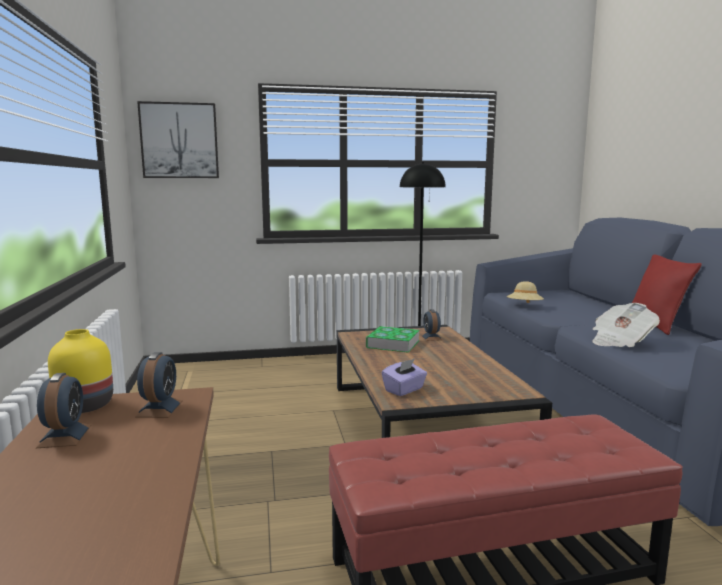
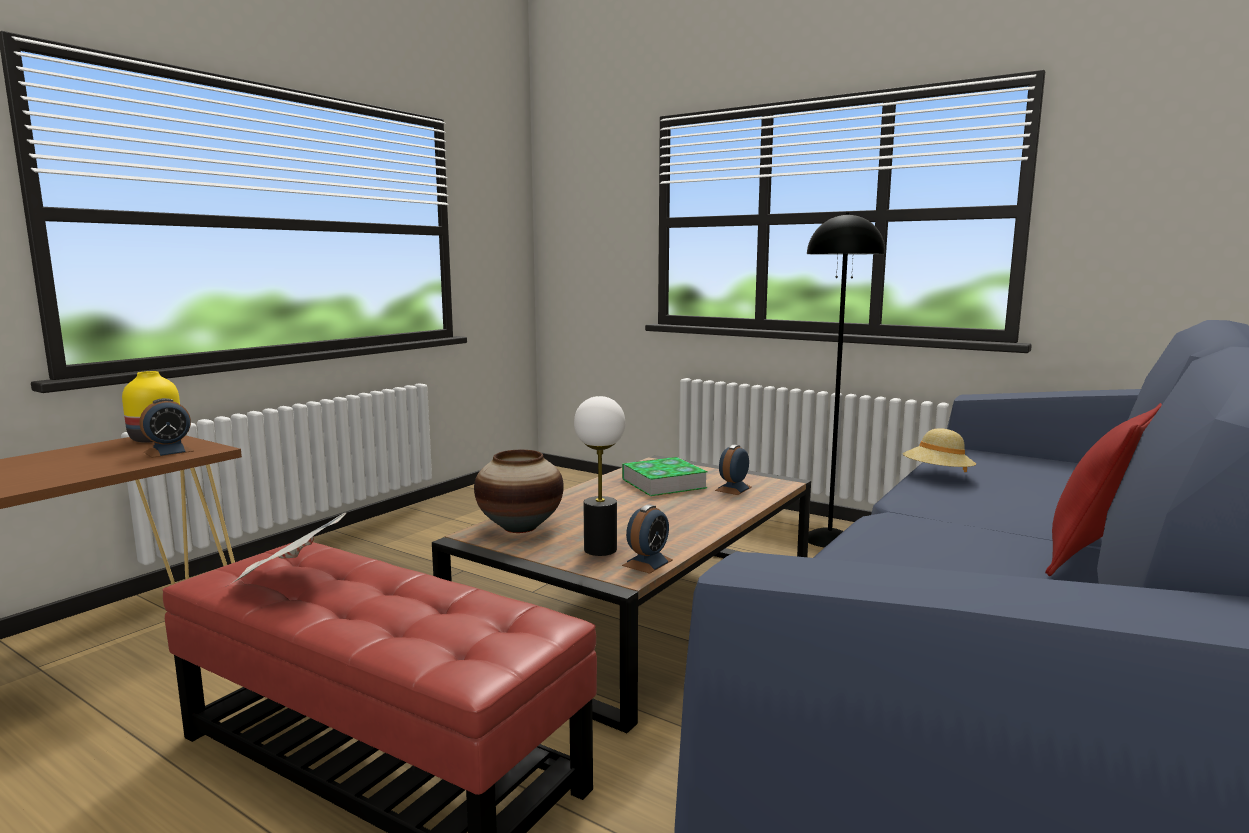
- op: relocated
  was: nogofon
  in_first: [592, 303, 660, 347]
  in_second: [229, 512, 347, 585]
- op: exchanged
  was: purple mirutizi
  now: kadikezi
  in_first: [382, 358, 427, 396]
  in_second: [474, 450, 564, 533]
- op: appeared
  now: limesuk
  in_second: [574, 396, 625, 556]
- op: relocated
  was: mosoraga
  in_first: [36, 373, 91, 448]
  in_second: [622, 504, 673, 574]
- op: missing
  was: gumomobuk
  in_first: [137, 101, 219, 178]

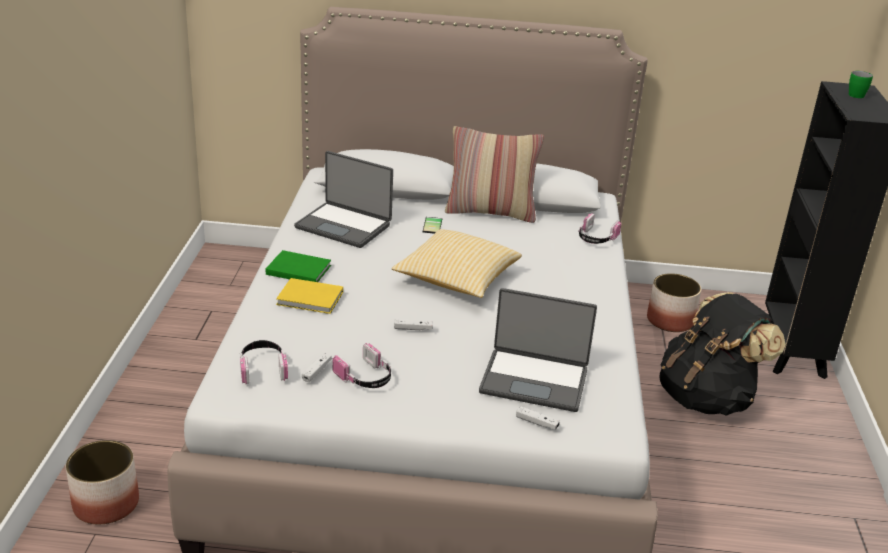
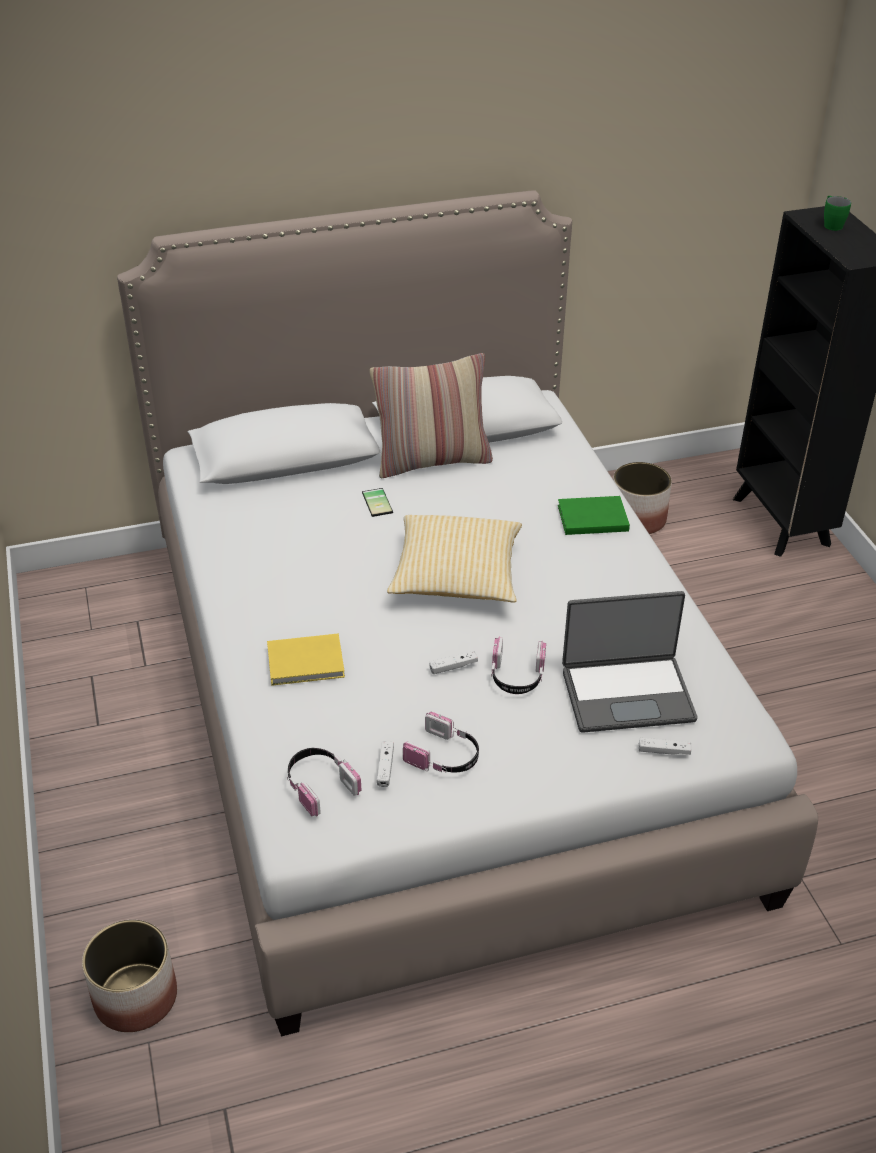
- op: relocated
  was: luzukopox
  in_first: [578, 213, 622, 244]
  in_second: [491, 637, 546, 694]
- op: relocated
  was: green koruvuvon
  in_first: [266, 250, 331, 282]
  in_second: [558, 496, 630, 535]
- op: missing
  was: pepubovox
  in_first: [294, 151, 393, 248]
- op: missing
  was: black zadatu
  in_first: [659, 292, 786, 416]

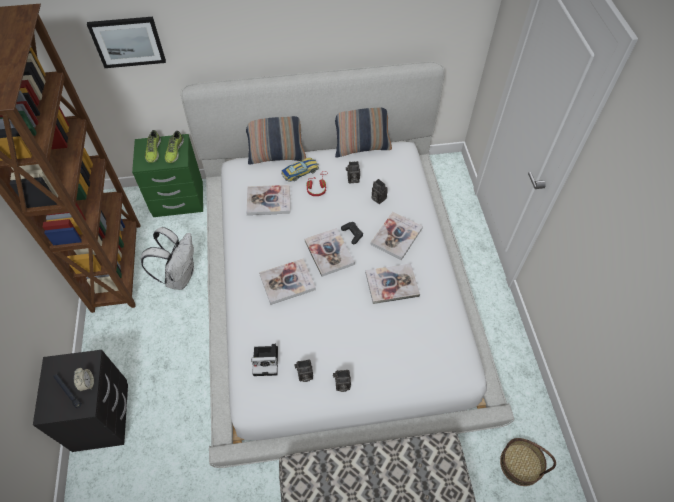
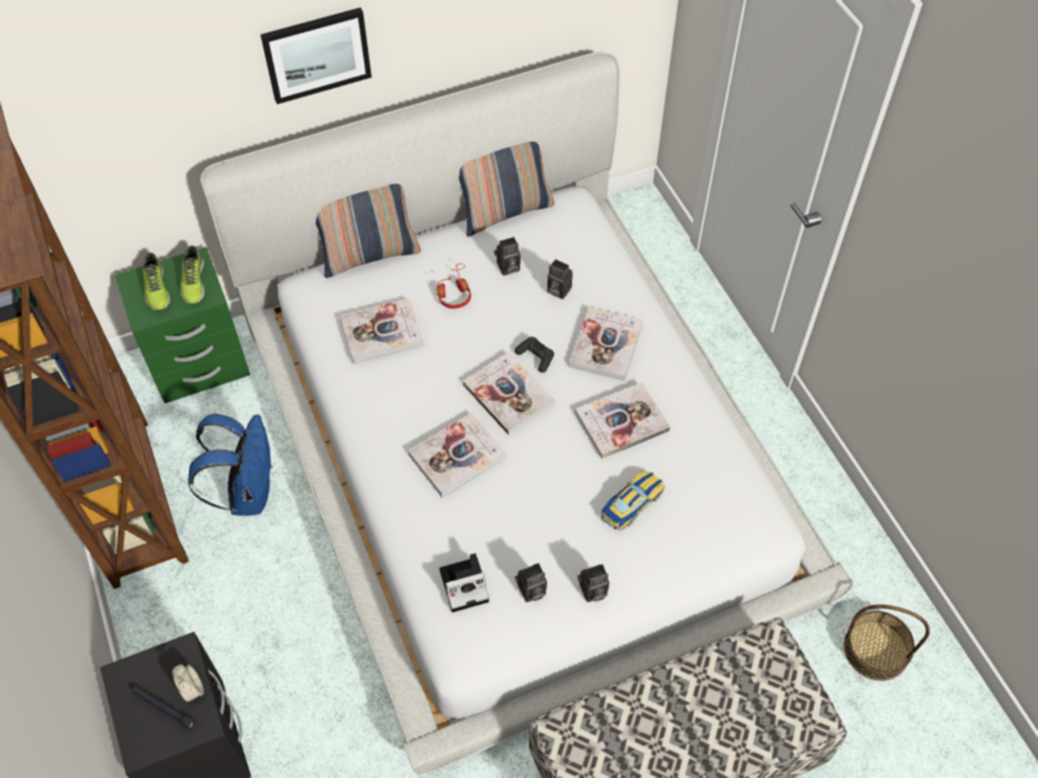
- op: colour
  was: white zadatu
  now: blue zadatu
  in_first: [141, 227, 194, 290]
  in_second: [188, 414, 273, 516]
- op: relocated
  was: gumomobuk
  in_first: [87, 17, 166, 68]
  in_second: [260, 7, 372, 104]
- op: relocated
  was: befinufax
  in_first: [281, 158, 319, 182]
  in_second: [600, 471, 665, 530]

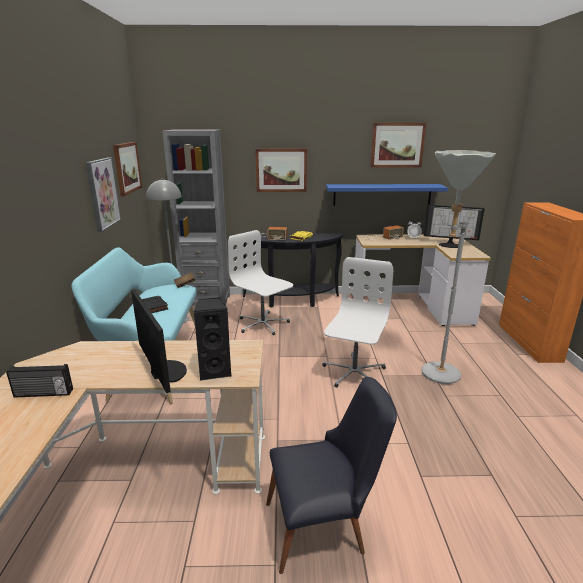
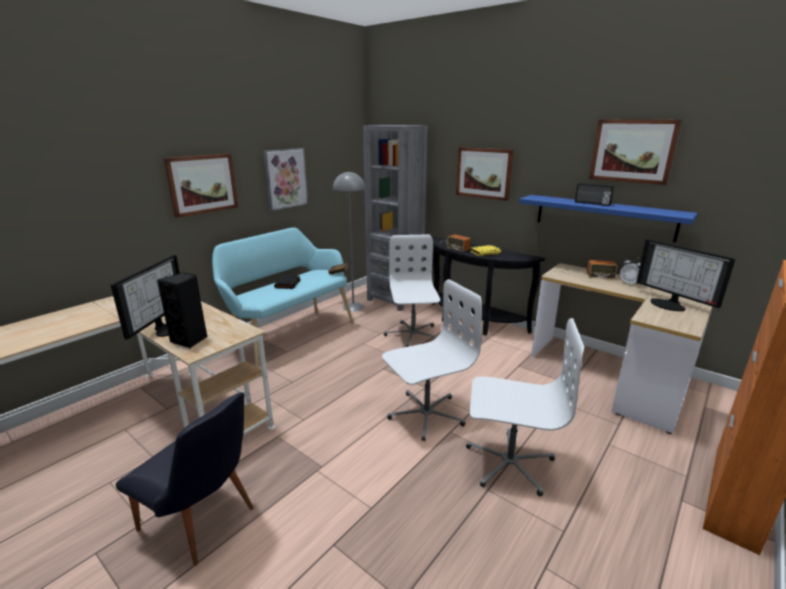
- op: relocated
  was: gumomobuk
  in_first: [113, 142, 142, 197]
  in_second: [164, 154, 238, 218]
- op: exchanged
  was: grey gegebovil
  now: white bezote
  in_first: [421, 150, 496, 384]
  in_second: [466, 318, 585, 496]
- op: relocated
  was: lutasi
  in_first: [6, 364, 73, 398]
  in_second: [575, 183, 614, 206]

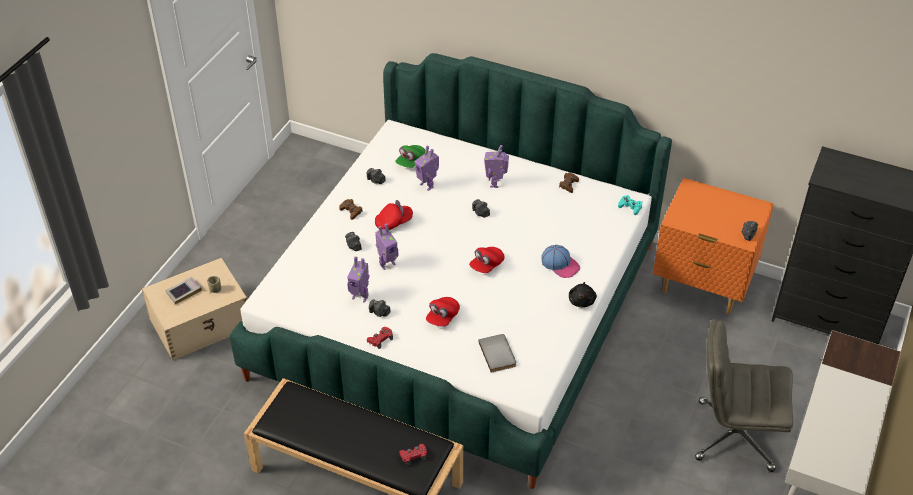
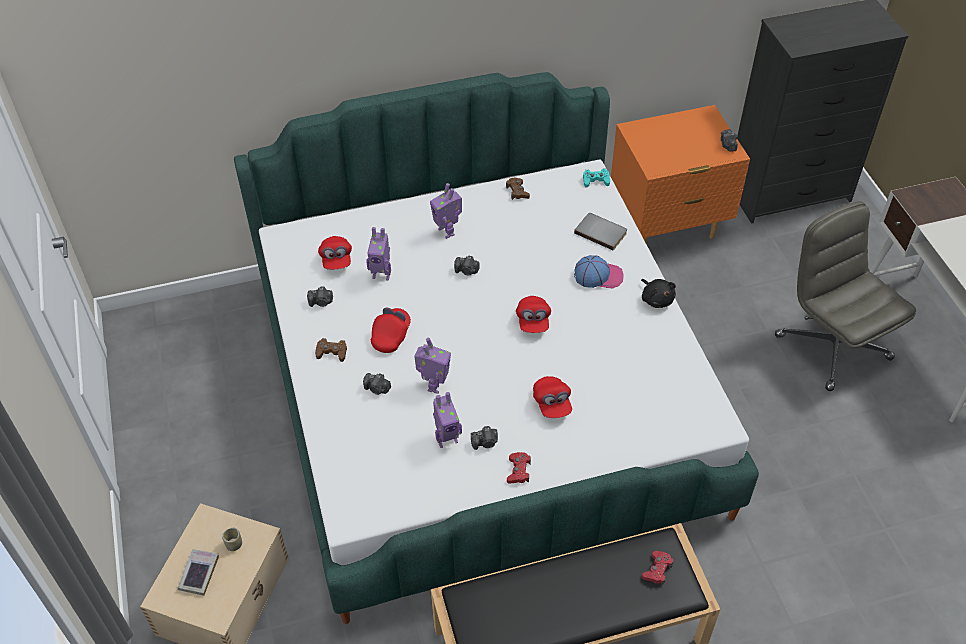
- op: colour
  was: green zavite
  now: red zavite
  in_first: [395, 145, 425, 168]
  in_second: [318, 236, 352, 270]
- op: relocated
  was: grey koruvuvon
  in_first: [478, 334, 516, 373]
  in_second: [574, 213, 627, 251]
- op: spun
  was: grey bezote
  in_first: [695, 319, 793, 472]
  in_second: [775, 201, 916, 391]
  clockwise: 90

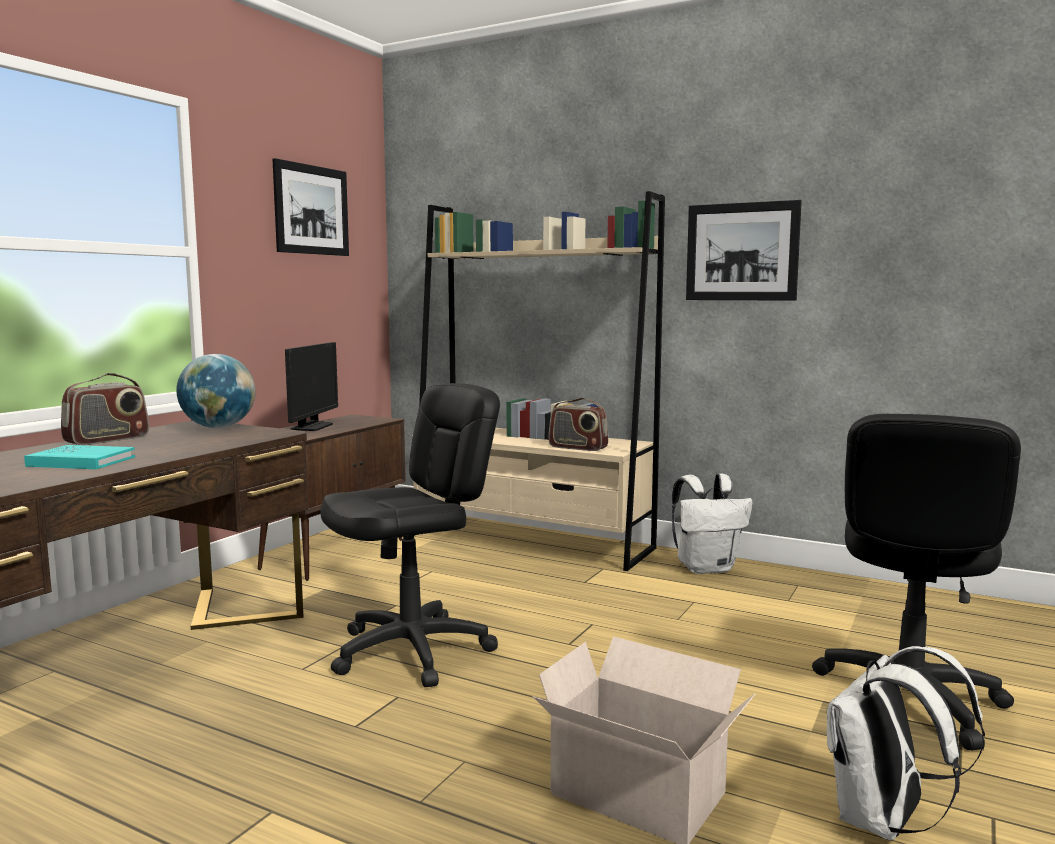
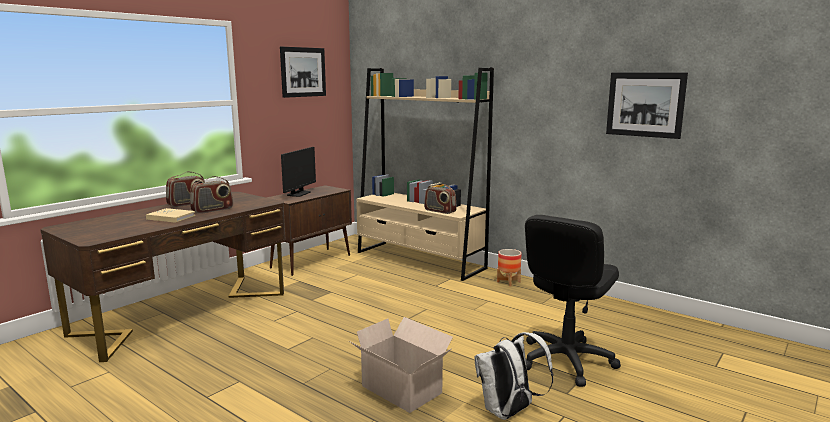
- op: colour
  was: turquoise koruvuvon
  now: beige koruvuvon
  in_first: [24, 445, 135, 469]
  in_second: [146, 208, 196, 223]
- op: appeared
  now: lutasi
  in_second: [190, 176, 233, 214]
- op: exchanged
  was: white zadatu
  now: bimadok
  in_first: [672, 473, 752, 574]
  in_second: [497, 249, 521, 287]
- op: relocated
  was: gumomobuk
  in_first: [686, 200, 802, 301]
  in_second: [606, 72, 688, 139]
- op: missing
  was: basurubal
  in_first: [176, 354, 256, 428]
- op: missing
  was: black bezote
  in_first: [320, 383, 500, 687]

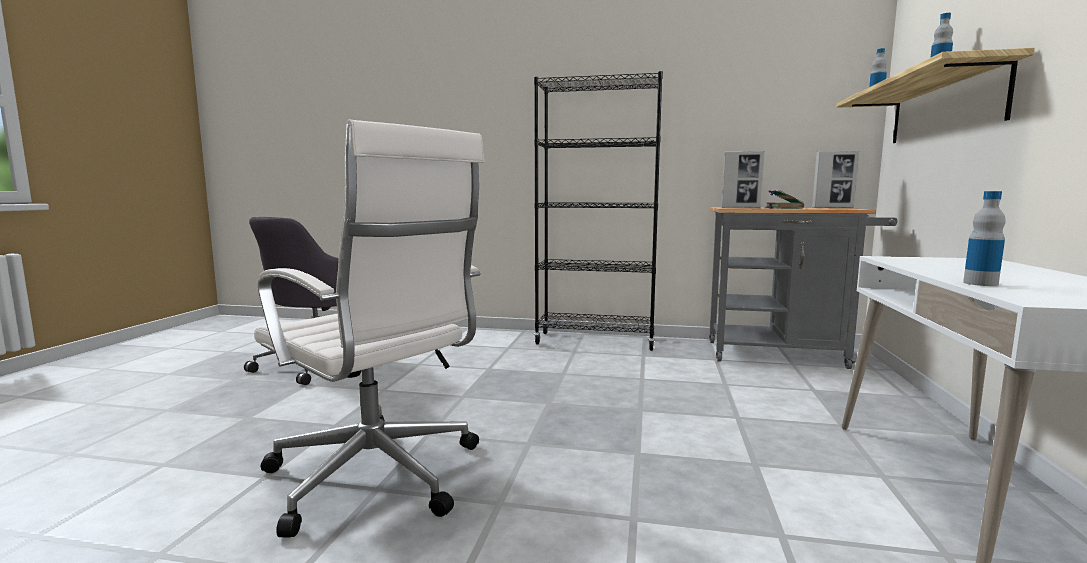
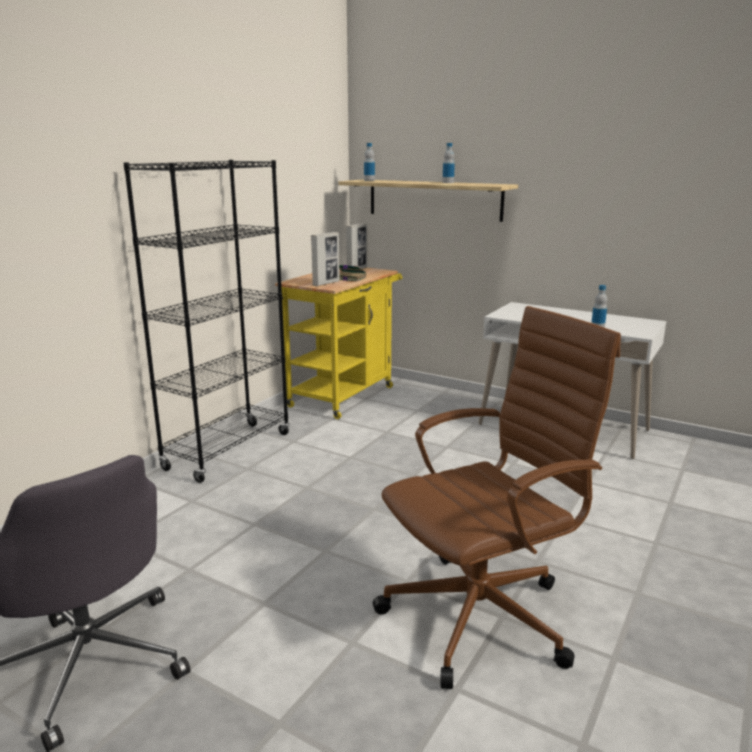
- op: colour
  was: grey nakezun
  now: yellow nakezun
  in_first: [709, 207, 898, 369]
  in_second: [275, 268, 402, 419]
- op: colour
  was: white bezote
  now: brown bezote
  in_first: [254, 119, 485, 538]
  in_second: [373, 306, 621, 689]

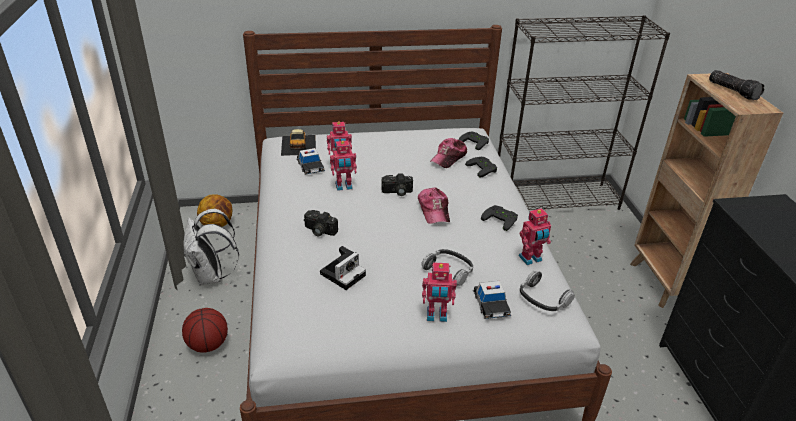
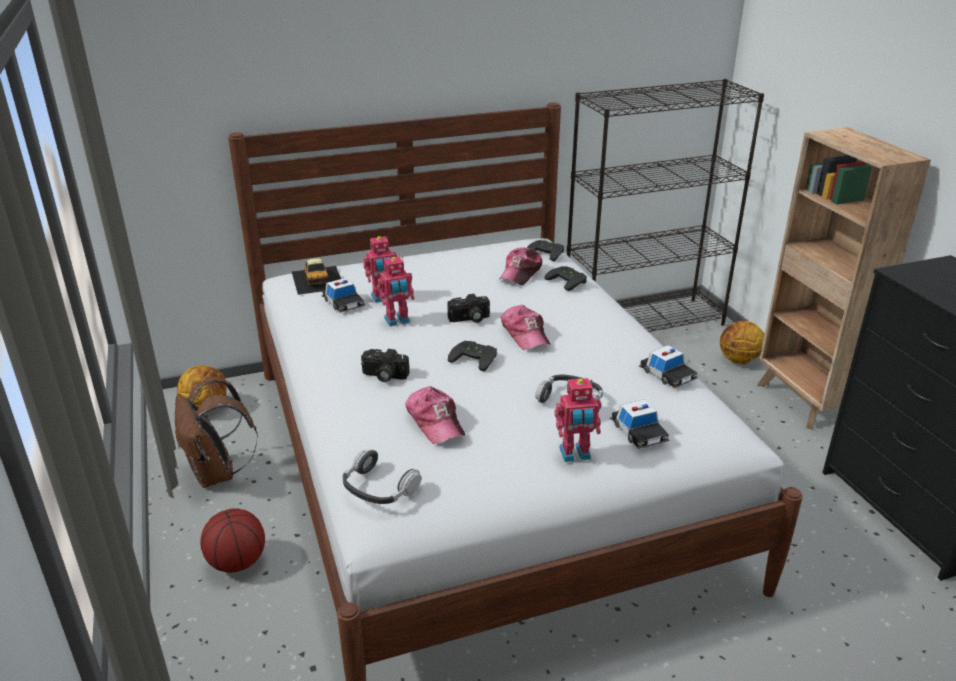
- op: colour
  was: white zadatu
  now: brown zadatu
  in_first: [183, 209, 239, 286]
  in_second: [175, 377, 258, 488]
- op: relocated
  was: luzukopox
  in_first: [520, 271, 575, 311]
  in_second: [343, 449, 421, 504]
- op: exchanged
  was: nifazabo
  now: zavite
  in_first: [320, 246, 366, 290]
  in_second: [406, 386, 465, 444]
- op: relocated
  was: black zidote
  in_first: [481, 205, 518, 231]
  in_second: [448, 341, 497, 371]
- op: exchanged
  was: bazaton
  now: befinufax
  in_first: [518, 208, 551, 265]
  in_second: [639, 345, 698, 388]
- op: appeared
  now: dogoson
  in_second: [720, 321, 764, 364]
- op: missing
  was: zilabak
  in_first: [709, 70, 764, 100]

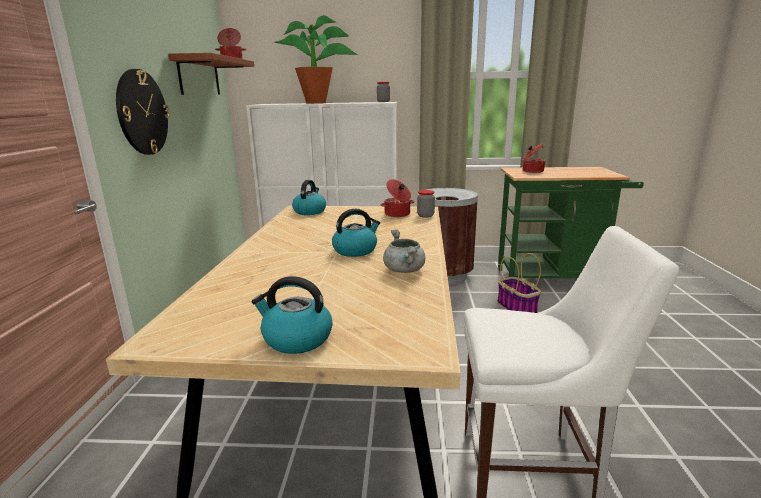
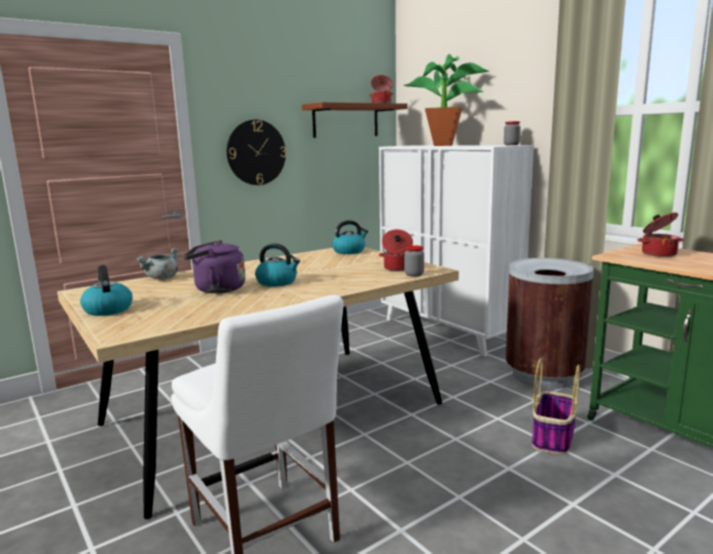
- op: relocated
  was: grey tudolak
  in_first: [383, 229, 425, 273]
  in_second: [136, 248, 179, 279]
- op: appeared
  now: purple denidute
  in_second: [184, 240, 245, 293]

